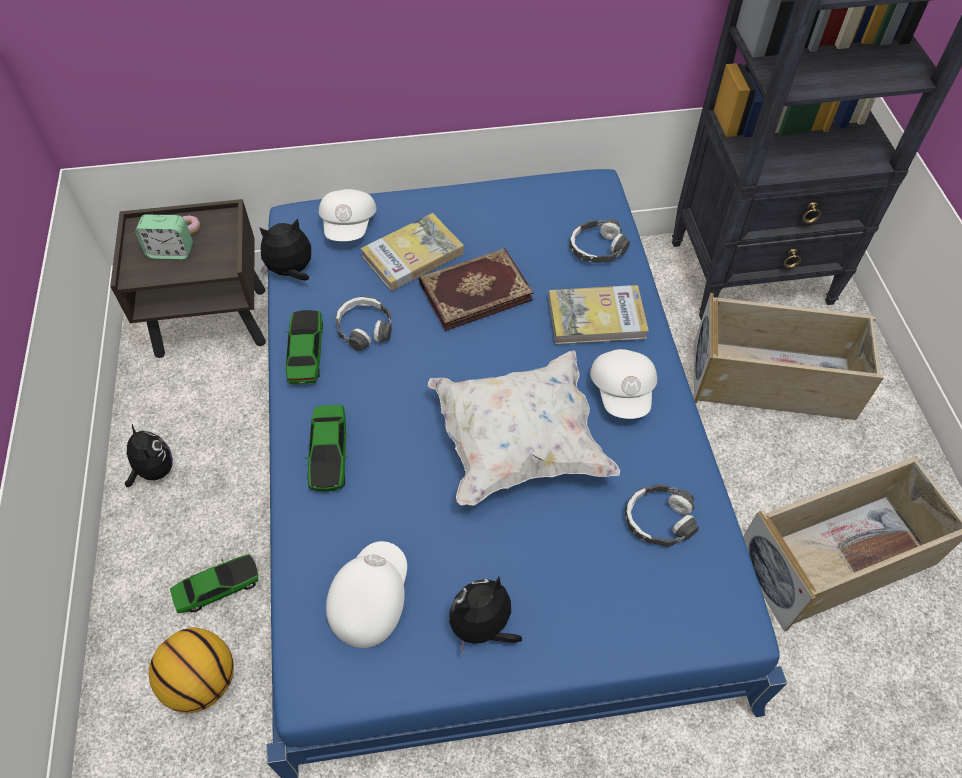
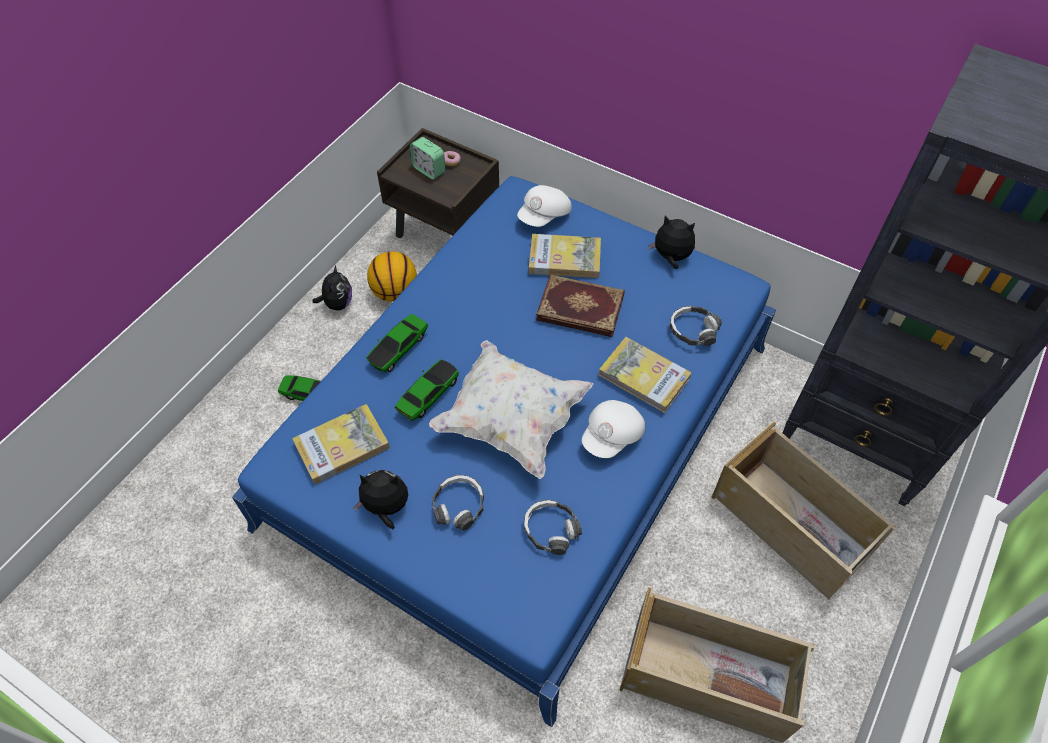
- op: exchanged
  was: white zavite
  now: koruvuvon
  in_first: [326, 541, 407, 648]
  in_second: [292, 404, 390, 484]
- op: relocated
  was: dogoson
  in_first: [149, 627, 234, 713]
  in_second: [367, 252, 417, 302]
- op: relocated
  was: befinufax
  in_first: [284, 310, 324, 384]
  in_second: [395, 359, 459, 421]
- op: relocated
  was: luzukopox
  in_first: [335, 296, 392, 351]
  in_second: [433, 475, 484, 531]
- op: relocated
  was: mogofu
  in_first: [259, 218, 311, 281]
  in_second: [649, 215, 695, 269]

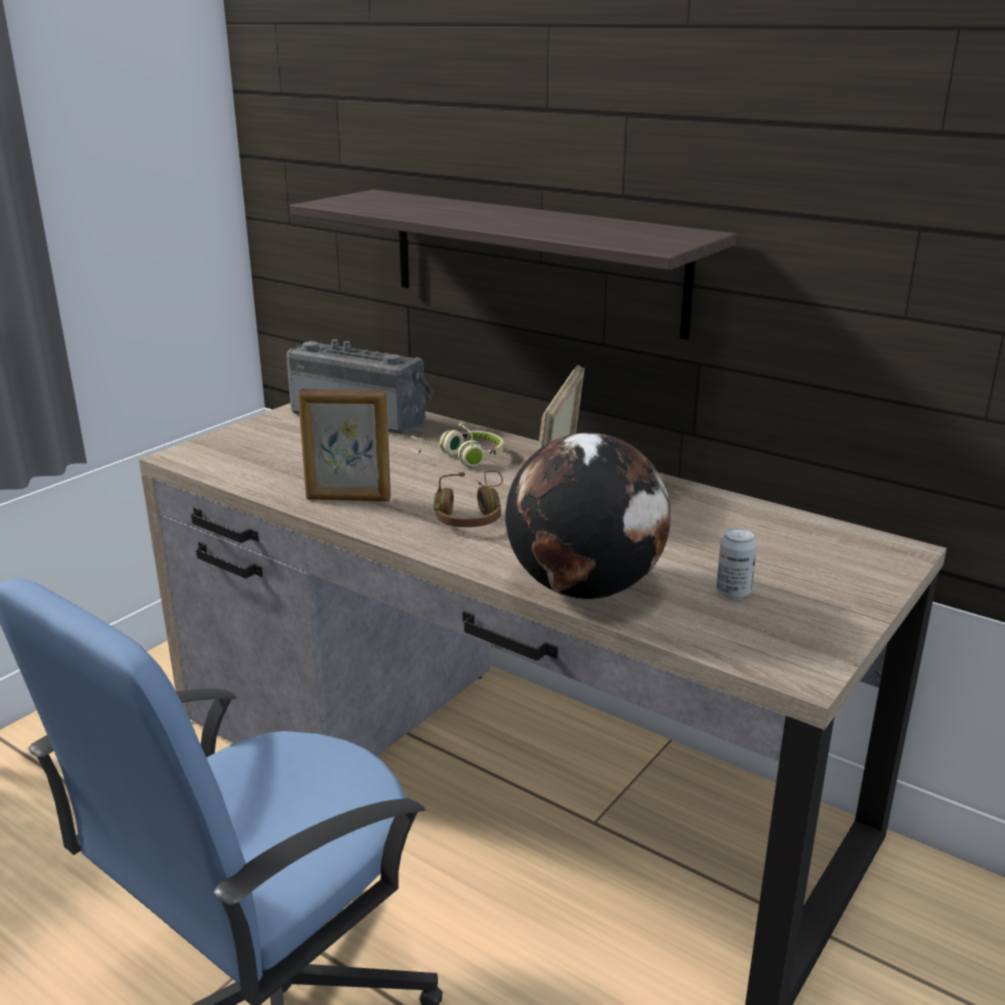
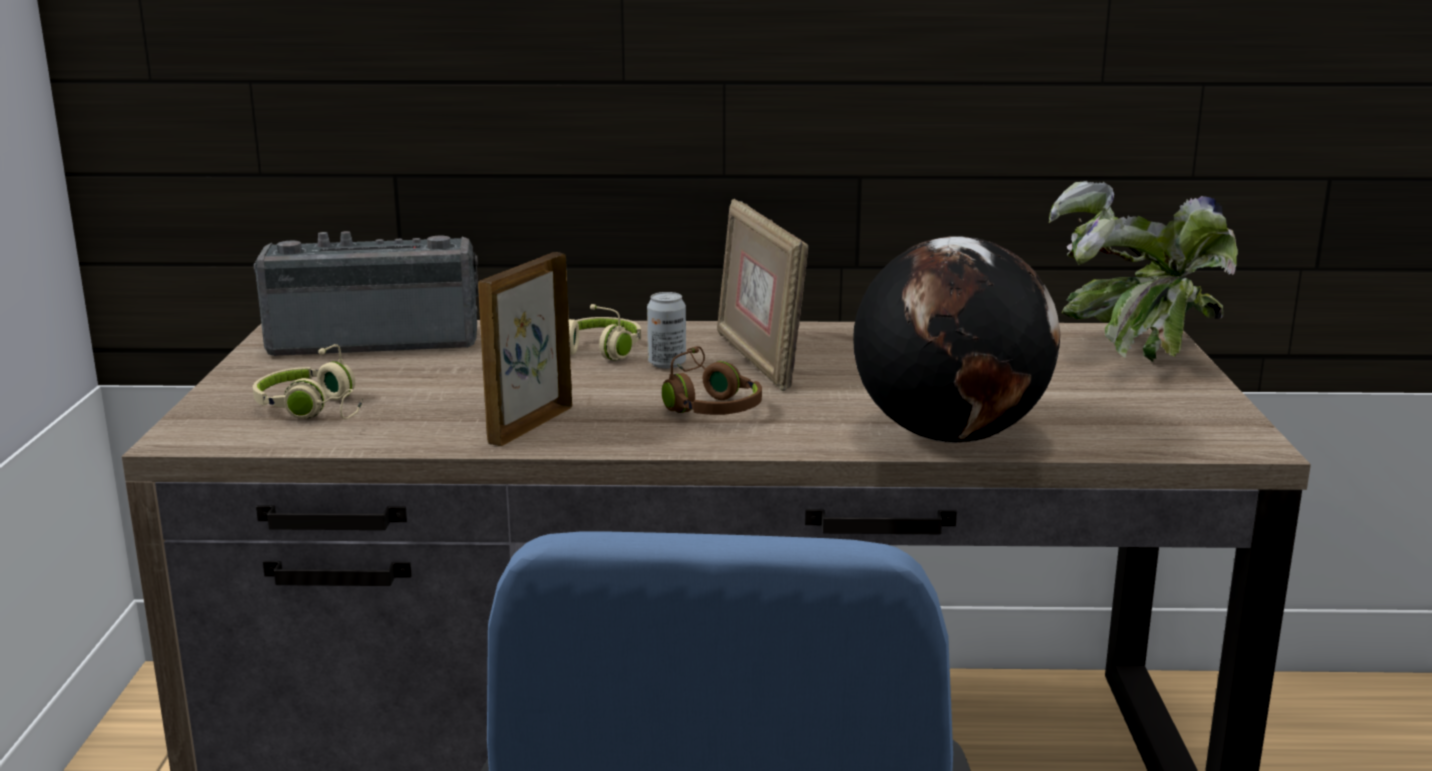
- op: appeared
  now: beige luzukopox
  in_second: [253, 344, 363, 419]
- op: spun
  was: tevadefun
  in_first: [298, 388, 391, 501]
  in_second: [478, 252, 572, 446]
  clockwise: 150
- op: relocated
  was: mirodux
  in_first: [716, 528, 757, 599]
  in_second: [647, 292, 686, 369]
- op: appeared
  now: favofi
  in_second: [1049, 181, 1238, 362]
- op: missing
  was: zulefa
  in_first: [290, 190, 737, 340]

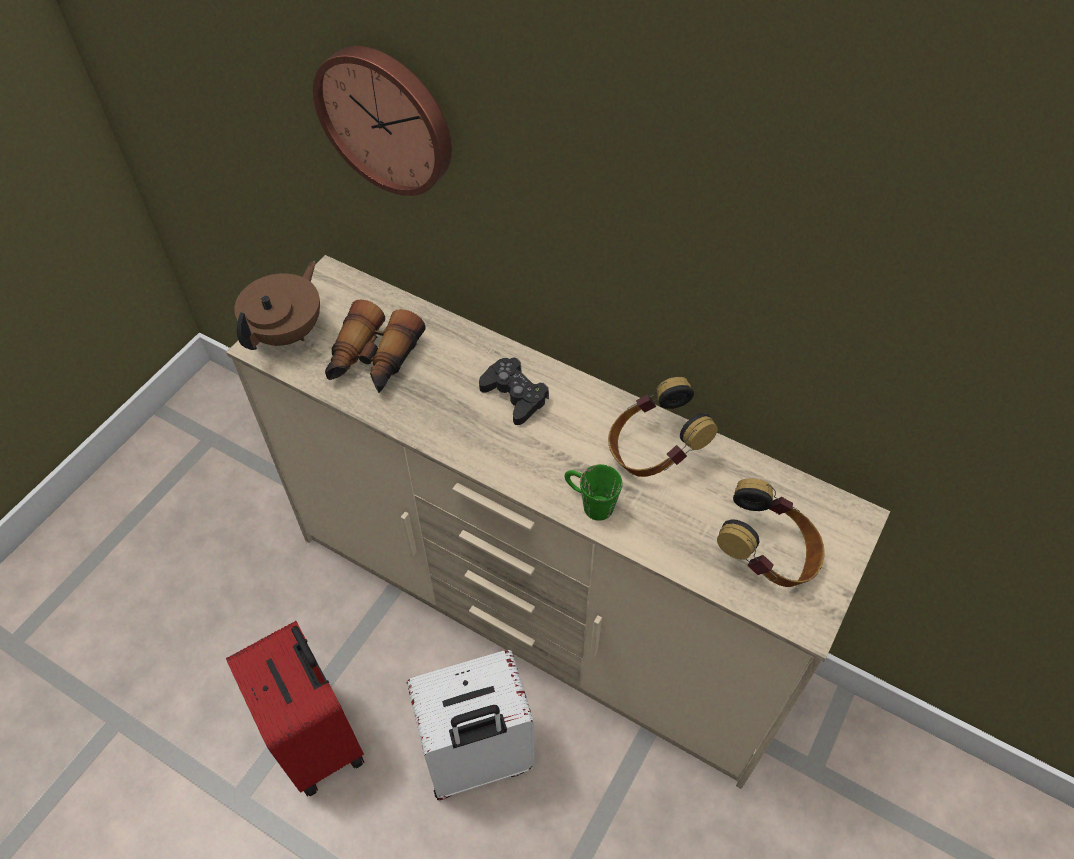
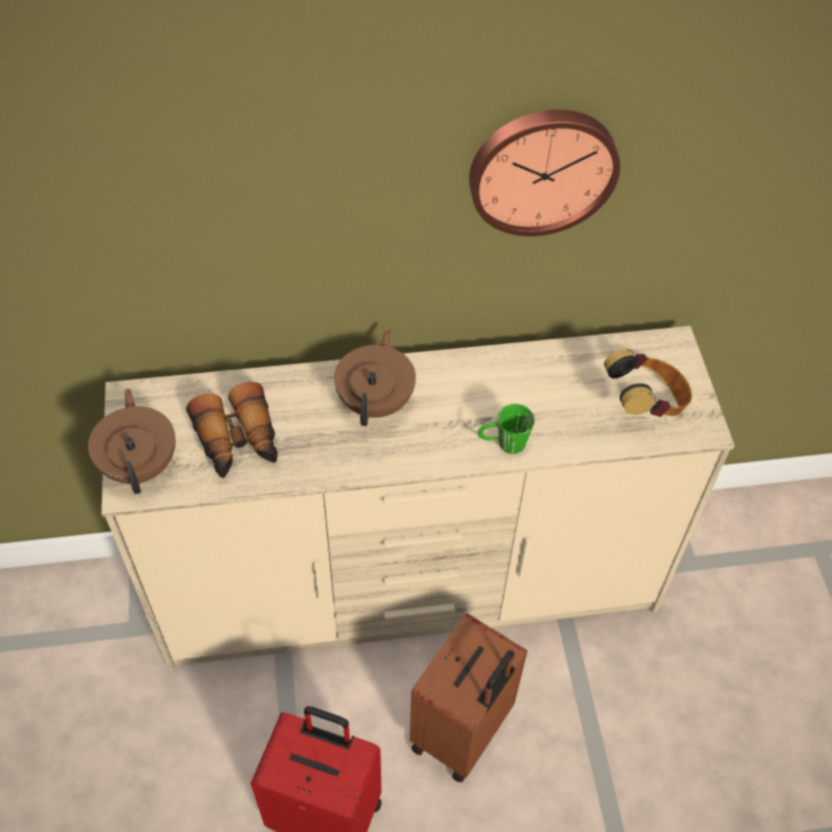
- op: exchanged
  was: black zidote
  now: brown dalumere
  in_first: [479, 358, 549, 425]
  in_second: [334, 328, 416, 426]
- op: colour
  was: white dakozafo
  now: brown dakozafo
  in_first: [407, 650, 535, 800]
  in_second: [410, 613, 527, 783]
- op: relocated
  was: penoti
  in_first: [313, 46, 452, 196]
  in_second: [469, 110, 620, 236]
- op: missing
  was: luzukopox
  in_first: [608, 377, 718, 477]

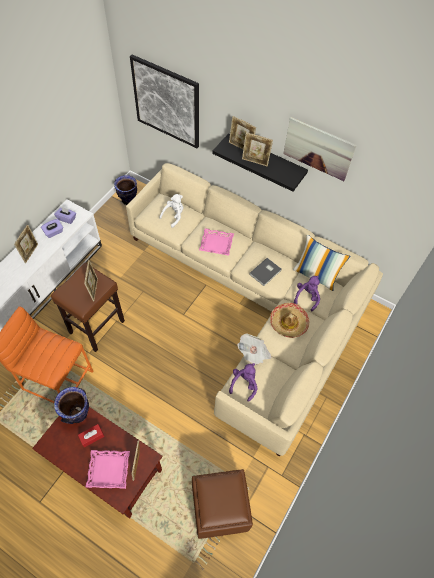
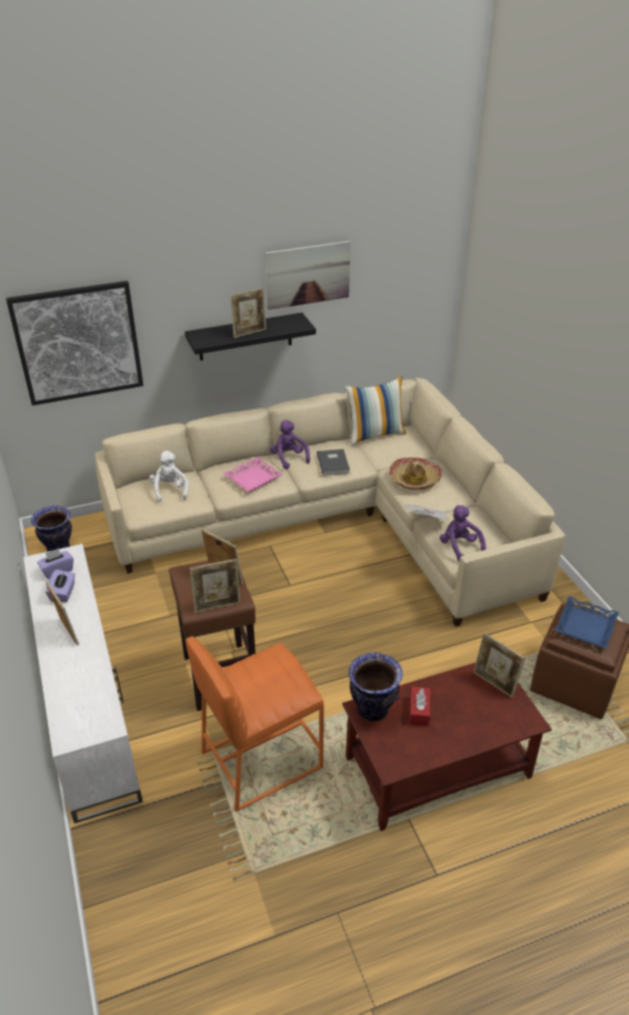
- op: relocated
  was: tevadefun
  in_first: [229, 116, 256, 149]
  in_second: [190, 559, 240, 613]
- op: relocated
  was: purple mogofu
  in_first: [294, 276, 320, 312]
  in_second: [270, 420, 310, 470]
- op: appeared
  now: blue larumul
  in_second: [555, 596, 619, 649]
- op: missing
  was: pink larumul
  in_first: [85, 450, 130, 489]

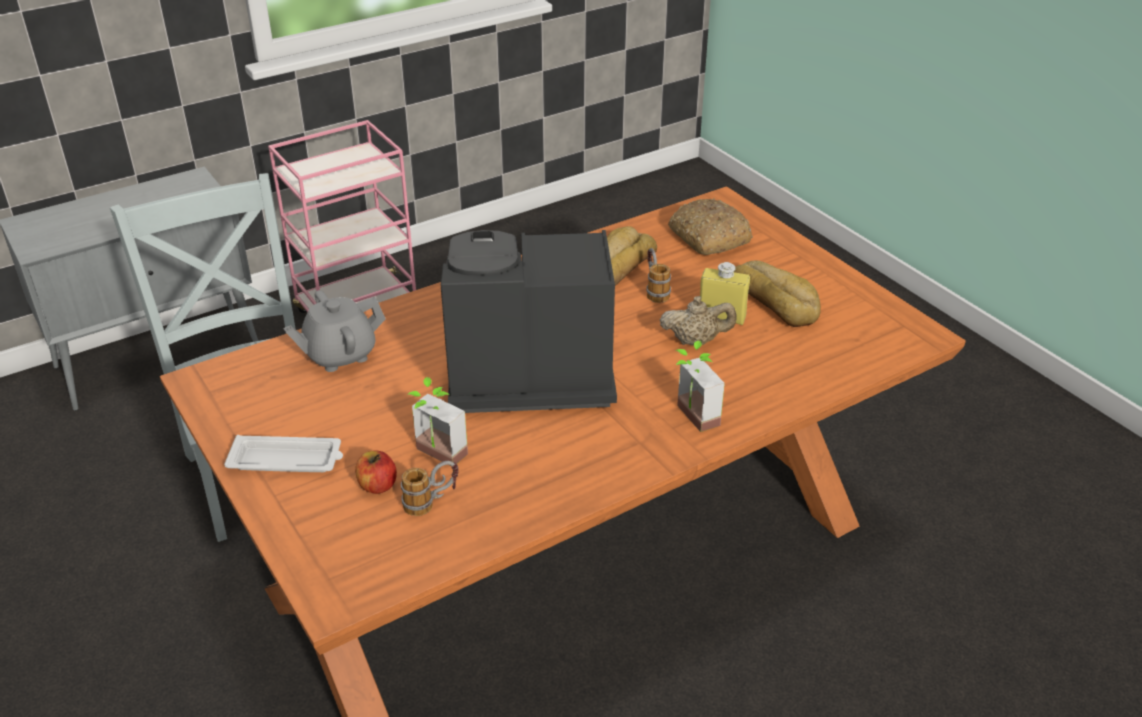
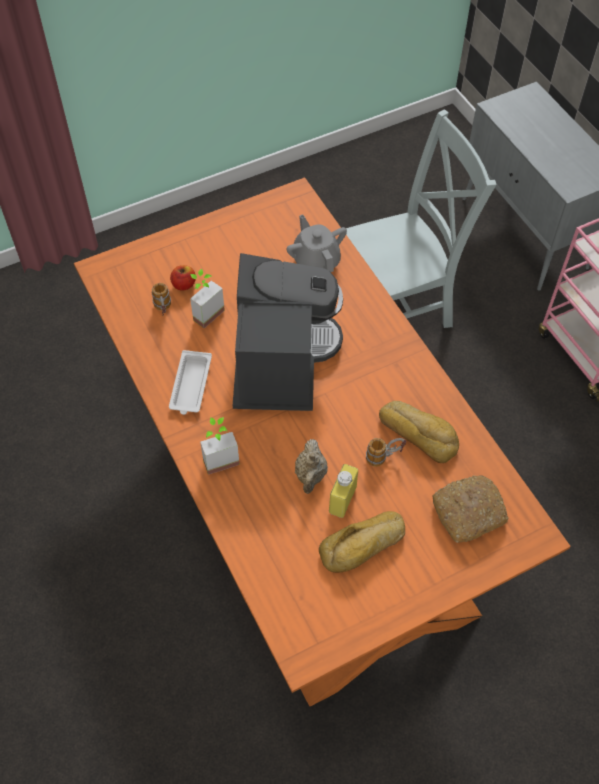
- op: relocated
  was: white larumul
  in_first: [224, 435, 343, 472]
  in_second: [169, 350, 212, 415]

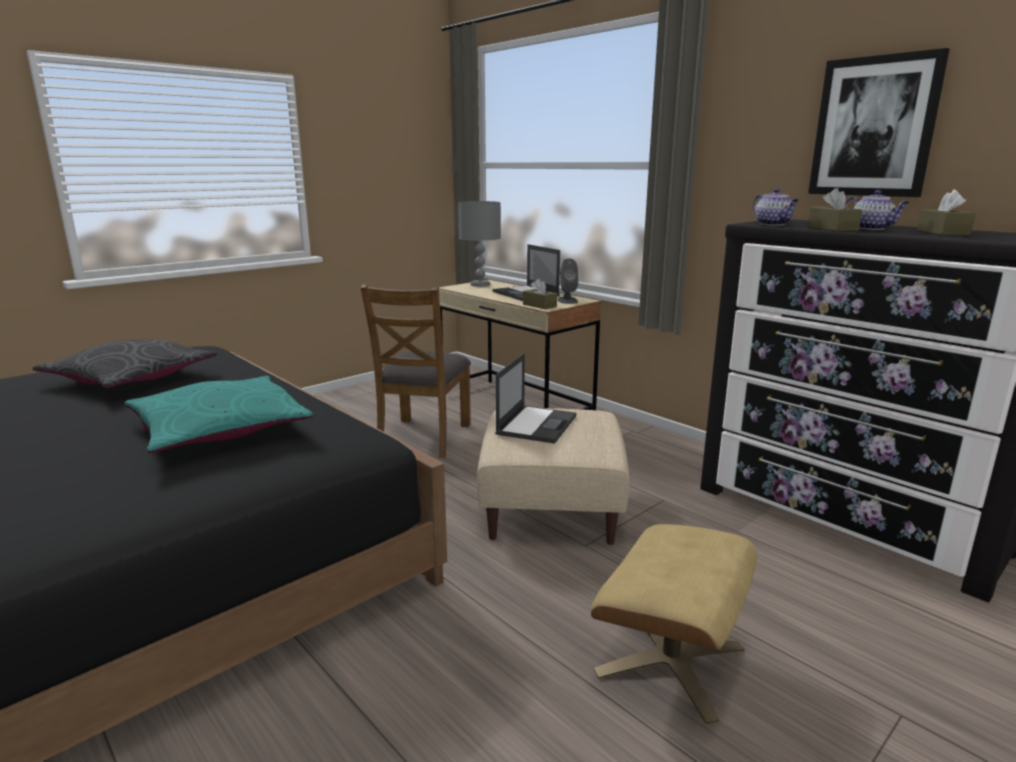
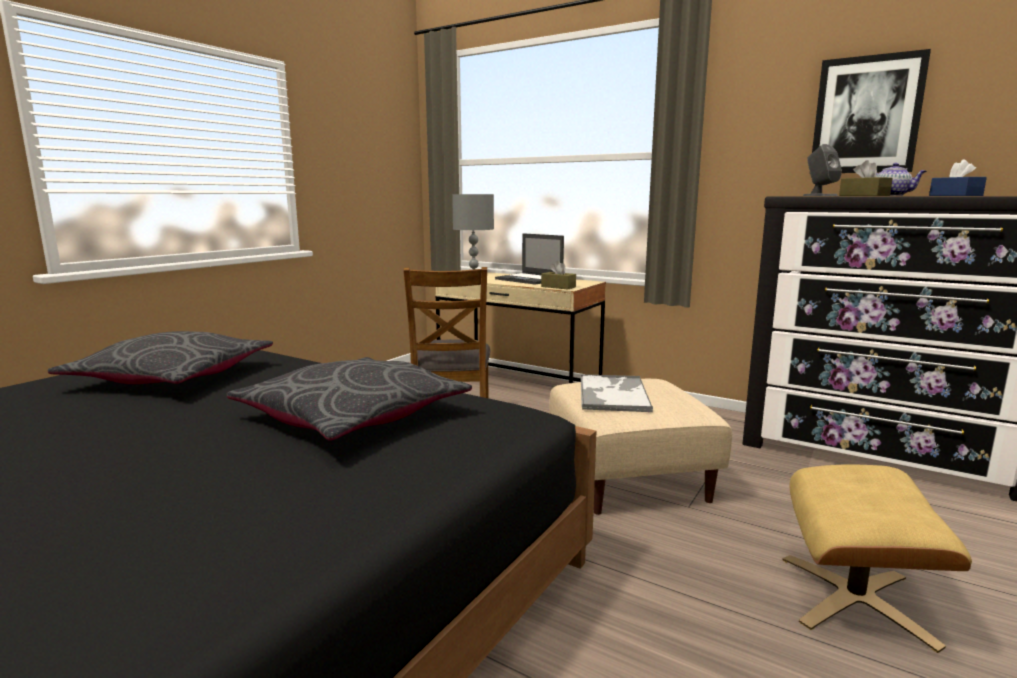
- op: colour
  was: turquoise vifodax
  now: grey vifodax
  in_first: [125, 376, 313, 453]
  in_second: [227, 357, 472, 441]
- op: exchanged
  was: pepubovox
  now: larumul
  in_first: [495, 353, 576, 444]
  in_second: [581, 374, 653, 412]
- op: relocated
  was: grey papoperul
  in_first: [557, 258, 579, 304]
  in_second: [803, 144, 842, 196]
- op: colour
  was: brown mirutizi
  now: blue mirutizi
  in_first: [917, 190, 975, 235]
  in_second: [929, 159, 987, 196]
- op: missing
  was: dalumere
  in_first: [753, 188, 799, 226]

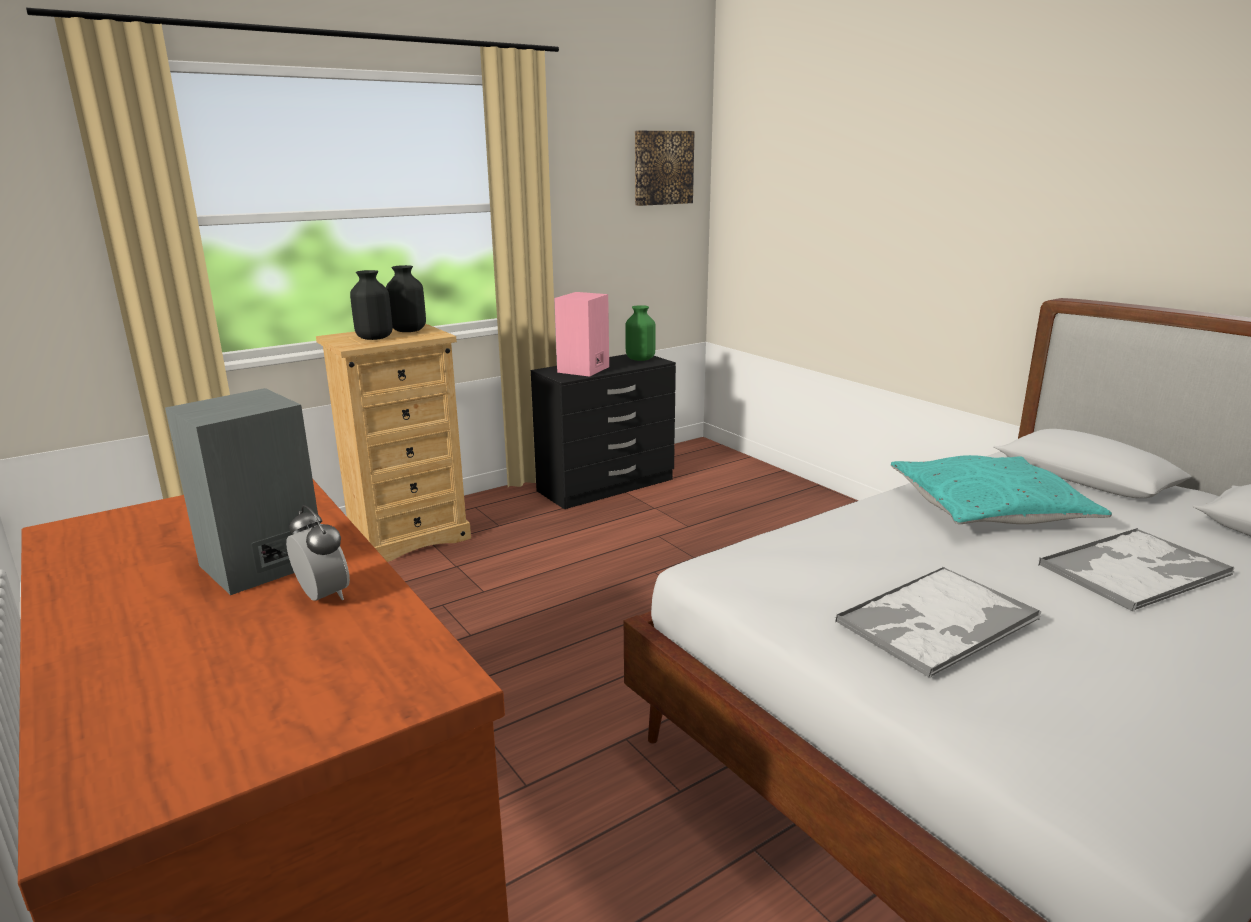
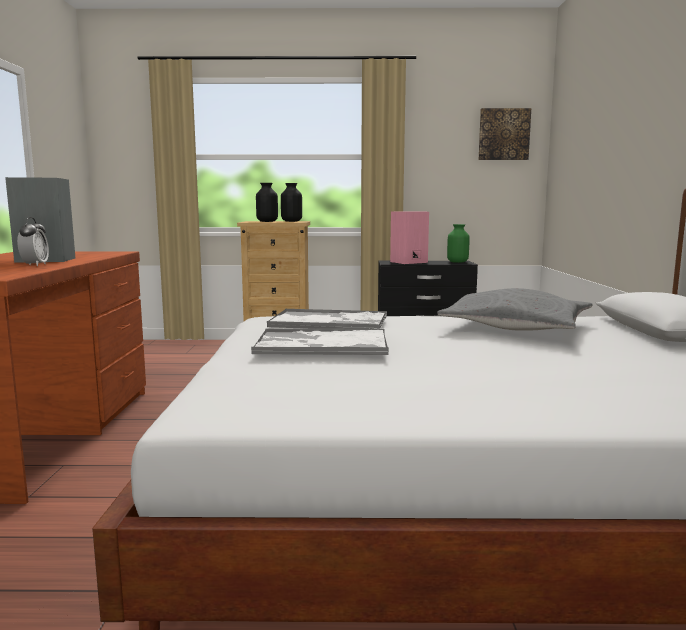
- op: relocated
  was: larumul
  in_first: [1038, 528, 1235, 612]
  in_second: [267, 308, 387, 329]
- op: colour
  was: turquoise vifodax
  now: grey vifodax
  in_first: [891, 455, 1112, 524]
  in_second: [437, 288, 593, 331]

